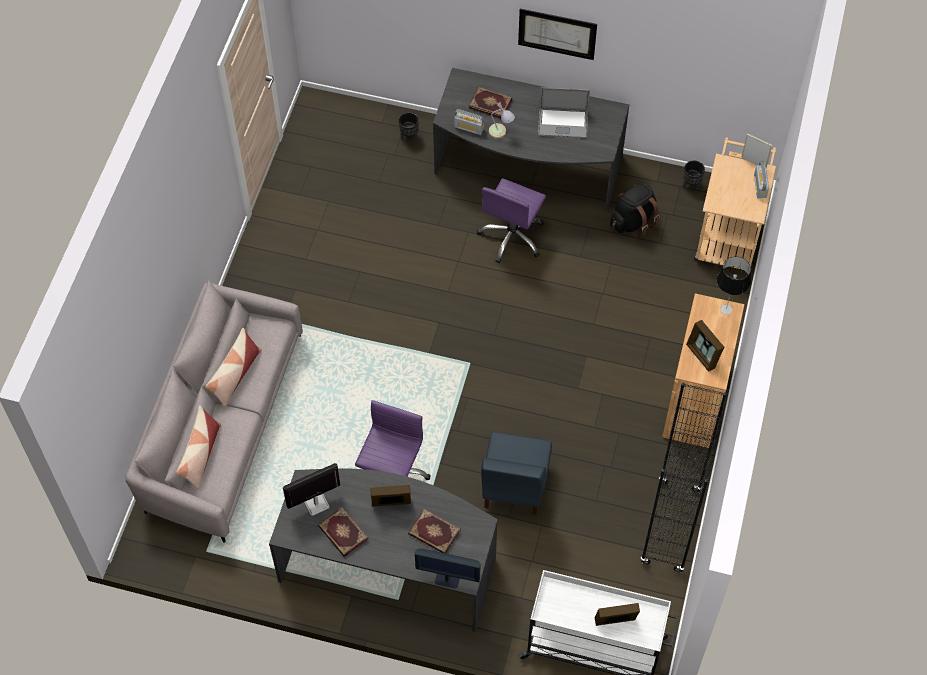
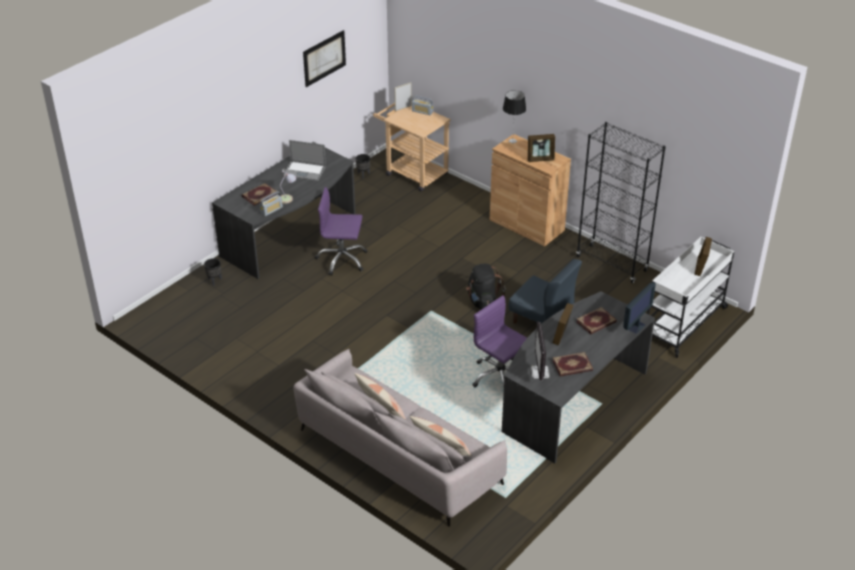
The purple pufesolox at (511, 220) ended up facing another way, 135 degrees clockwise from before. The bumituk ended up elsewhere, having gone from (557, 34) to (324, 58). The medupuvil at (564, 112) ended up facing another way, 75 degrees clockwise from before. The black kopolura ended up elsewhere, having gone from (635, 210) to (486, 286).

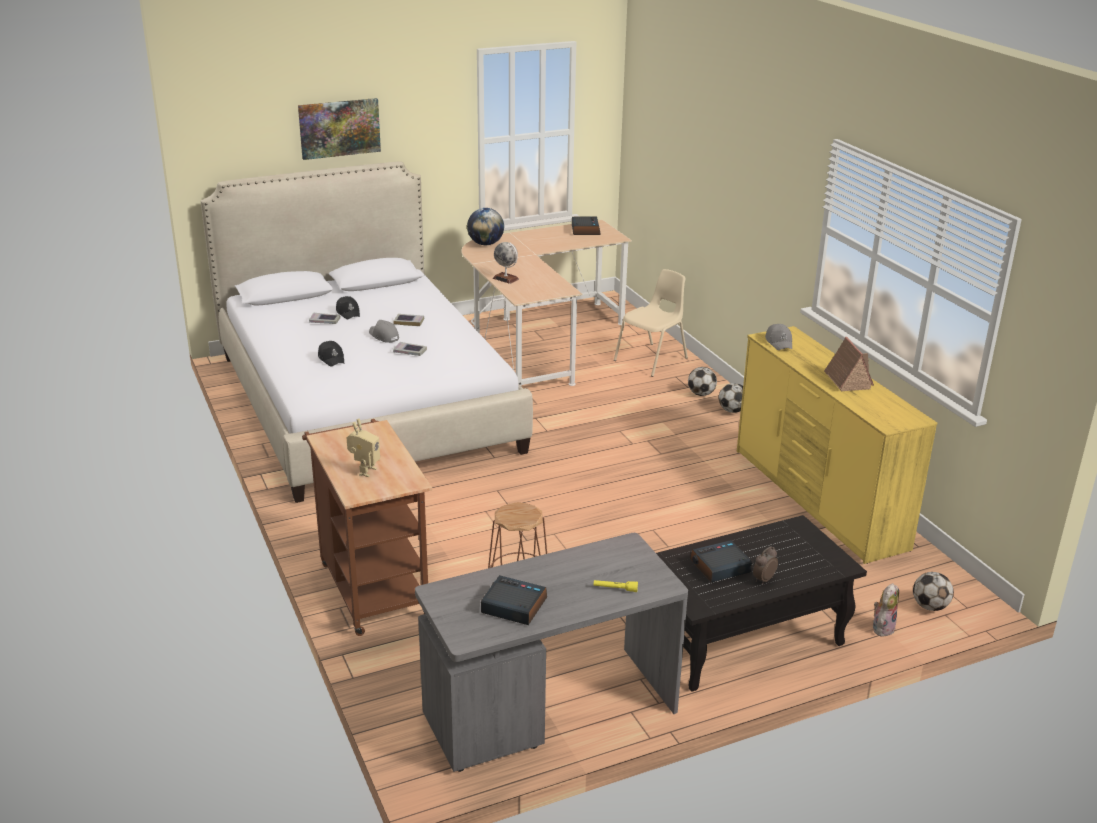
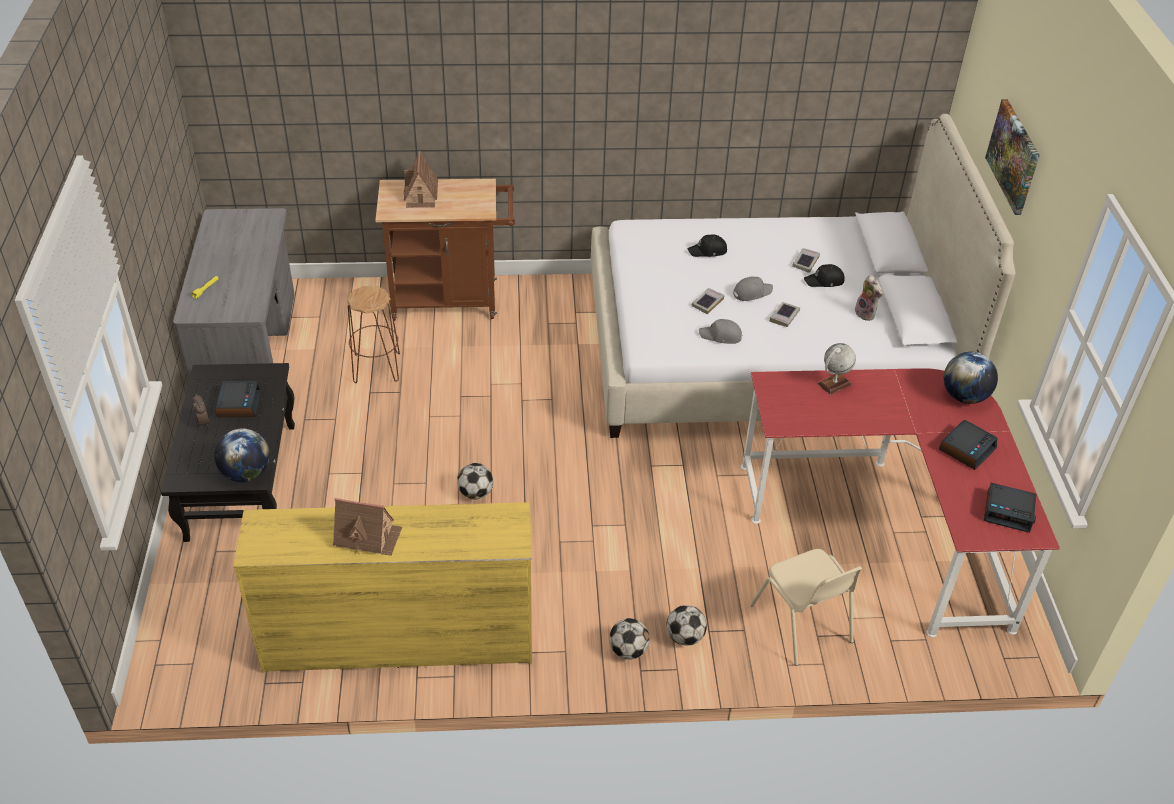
Where the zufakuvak stood at (363, 448), the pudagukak came to stand at (420, 179). What was the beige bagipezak at (547, 303) turned into the red bagipezak at (900, 502). The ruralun ended up elsewhere, having gone from (514, 600) to (968, 445). The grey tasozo ended up elsewhere, having gone from (778, 337) to (720, 331). The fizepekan ended up elsewhere, having gone from (885, 610) to (869, 298). The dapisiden ended up elsewhere, having gone from (933, 591) to (475, 481). The second view gained the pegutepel at (242, 455).

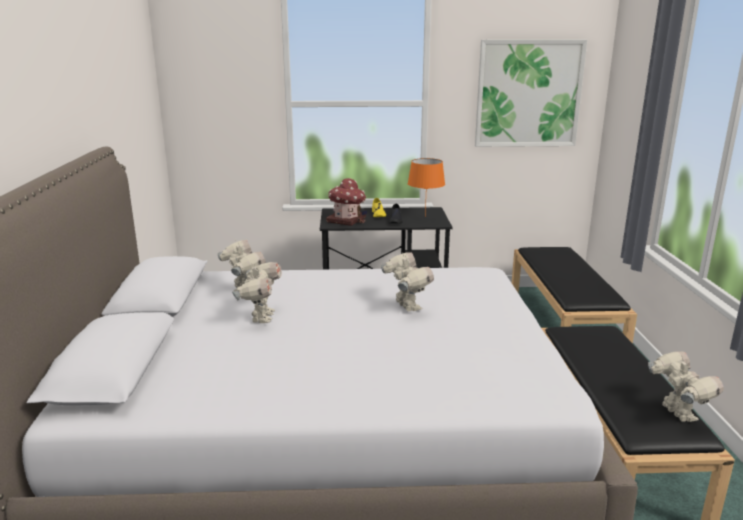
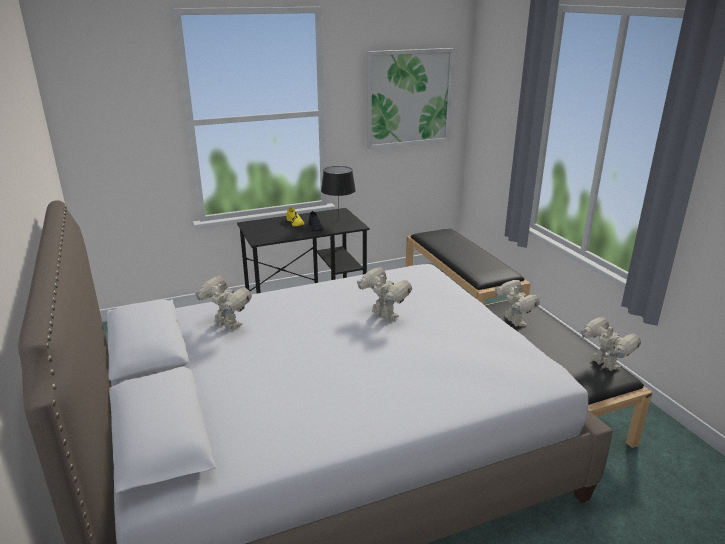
The zufakuvak ended up elsewhere, having gone from (257, 292) to (517, 303). The second view lost the pudagukak at (346, 202). What was the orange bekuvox at (426, 187) turned into the black bekuvox at (338, 188).

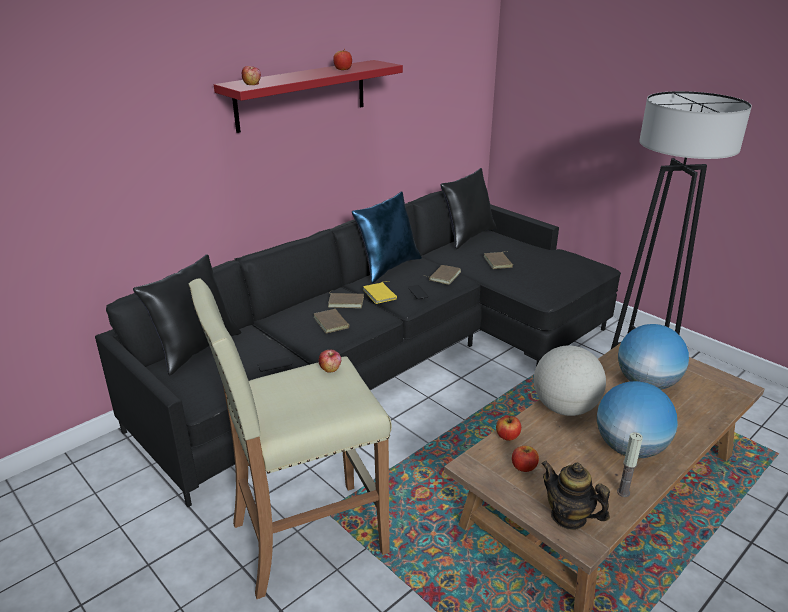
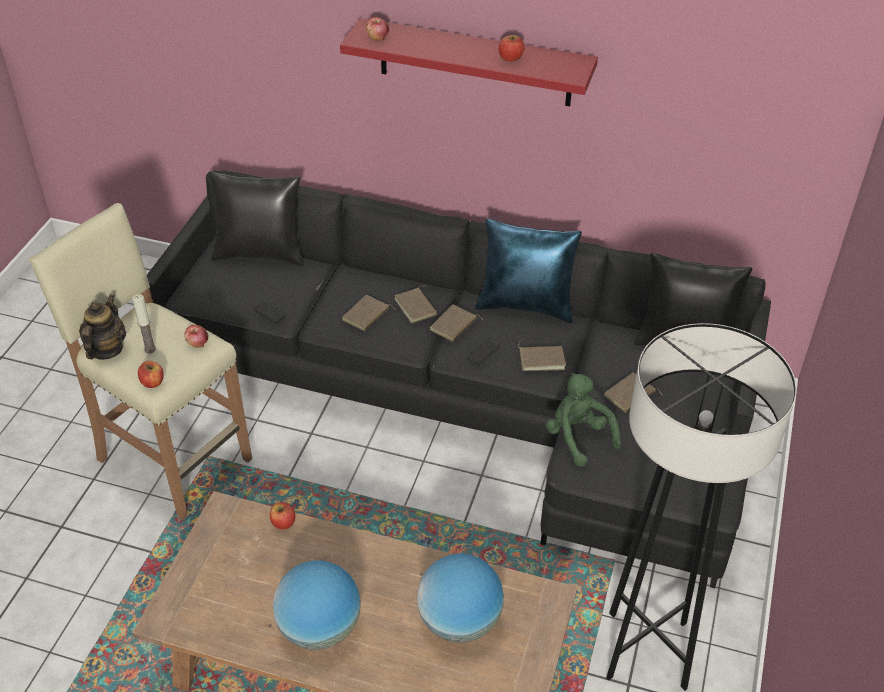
What was the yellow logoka at (380, 292) turned into the brown logoka at (456, 323). The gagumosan ended up elsewhere, having gone from (525, 459) to (151, 374). The second view lost the pegutepel at (570, 380). The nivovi ended up elsewhere, having gone from (575, 495) to (102, 327). The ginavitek ended up elsewhere, having gone from (630, 464) to (144, 323). The second view gained the green fizepekan at (583, 420).

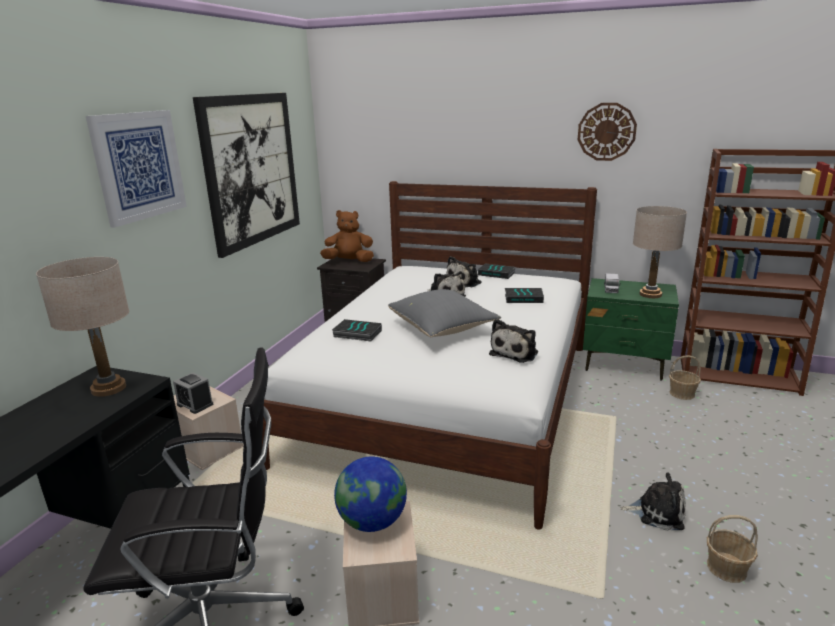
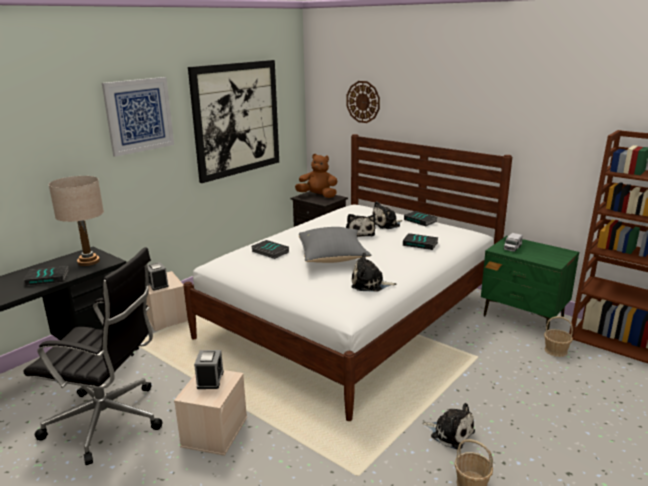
Where the pegutepel stood at (370, 494), the ruralun came to stand at (209, 369). The fizepekan at (513, 341) ended up facing another way, 45 degrees clockwise from before. The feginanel ended up elsewhere, having gone from (607, 132) to (363, 102). The second view lost the beige bekuvox at (660, 252). The second view gained the logoka at (46, 276).

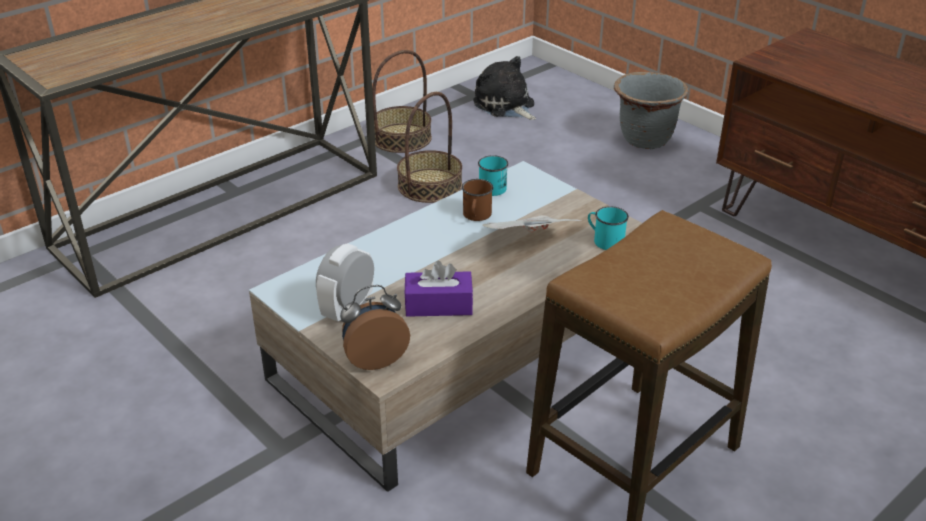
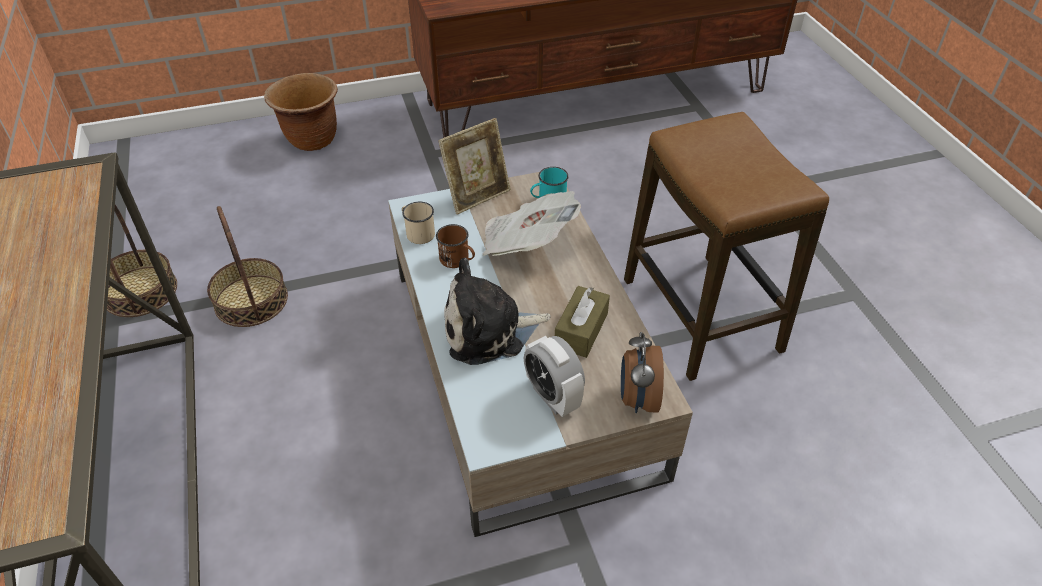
What was the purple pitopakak at (438, 289) turned into the brown pitopakak at (582, 322). The fizepekan ended up elsewhere, having gone from (504, 88) to (497, 311). What was the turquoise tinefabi at (493, 175) turned into the beige tinefabi at (418, 223). What was the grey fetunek at (651, 110) turned into the brown fetunek at (301, 112). The second view gained the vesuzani at (474, 166).

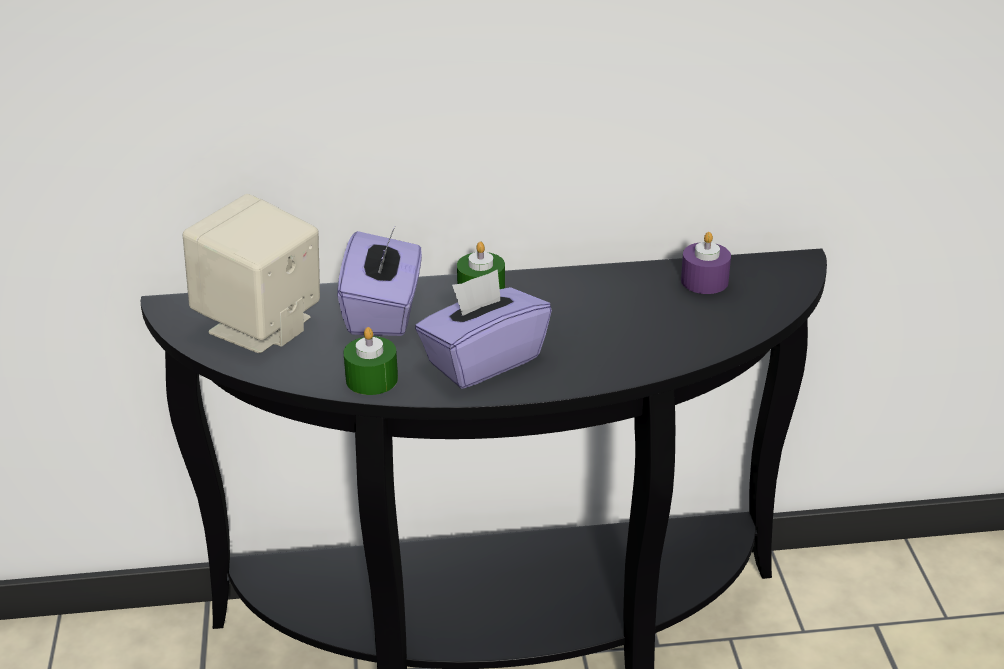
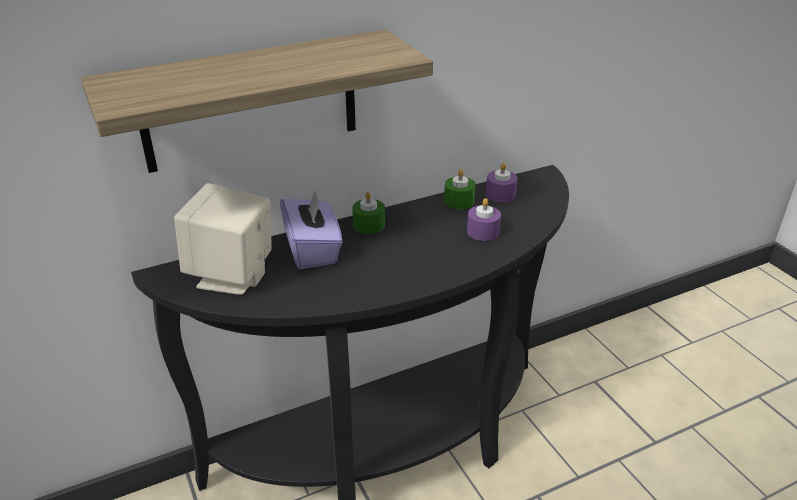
The green ginavitek ended up elsewhere, having gone from (370, 361) to (460, 189). The second view lost the purple pitopakak at (483, 329). The second view gained the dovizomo at (257, 101). The second view gained the purple ginavitek at (484, 219).

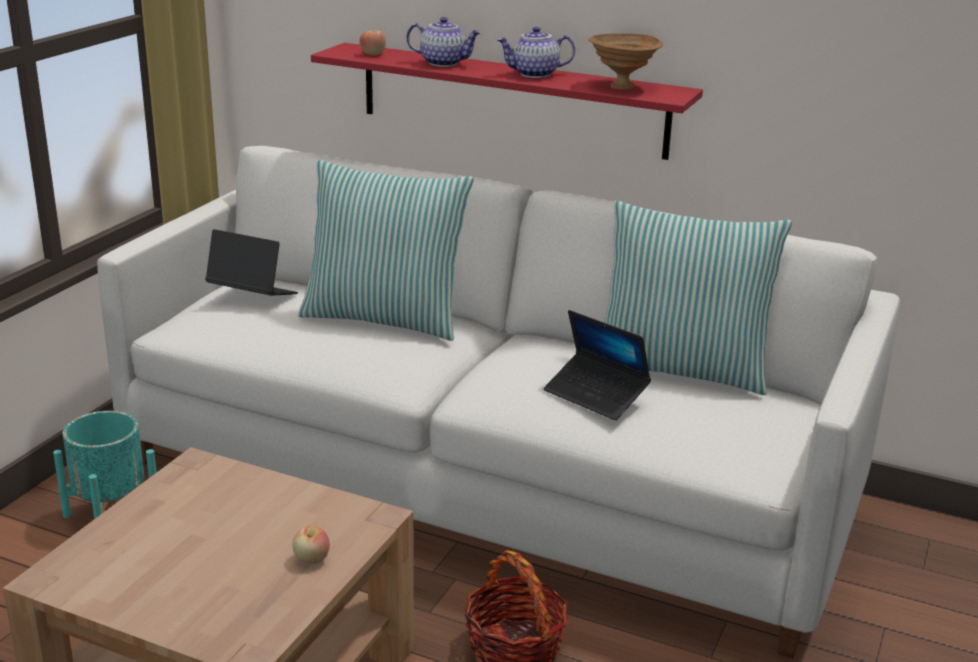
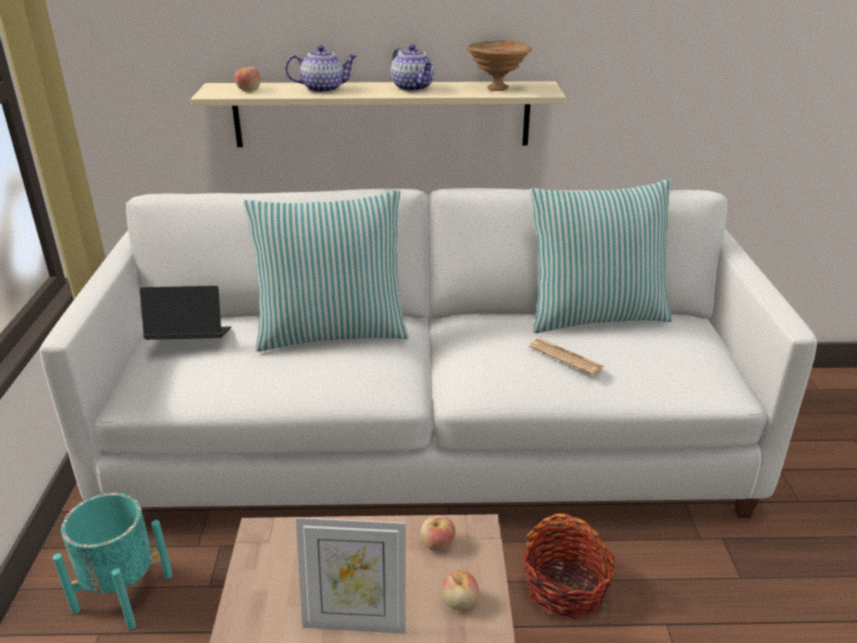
What was the red dovizomo at (507, 101) turned into the beige dovizomo at (378, 114). The nivovi at (536, 52) ended up facing another way, 90 degrees counterclockwise from before. Where the medupuvil stood at (597, 365), the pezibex came to stand at (567, 356). The second view gained the vesuzani at (351, 575). The second view gained the gagumosan at (438, 533).

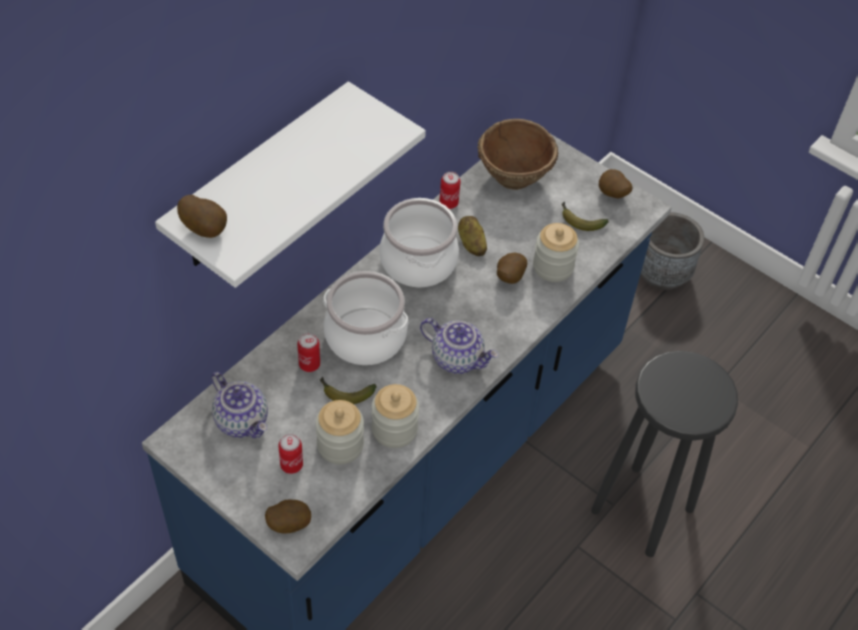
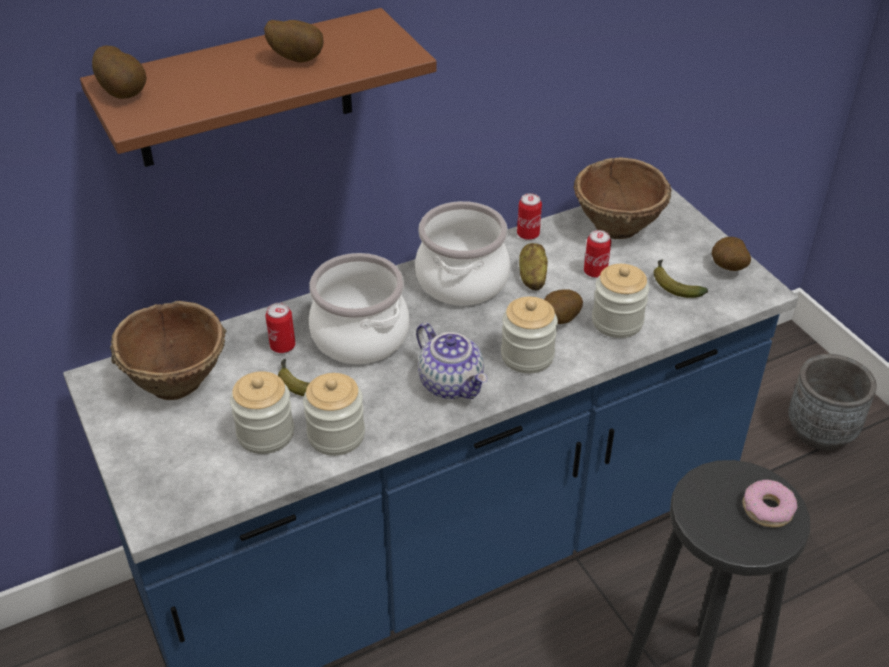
What was the white dovizomo at (290, 184) turned into the brown dovizomo at (258, 87). Where the nivovi stood at (239, 405), the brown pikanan came to stand at (168, 350). The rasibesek ended up elsewhere, having gone from (288, 516) to (294, 41). The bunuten ended up elsewhere, having gone from (290, 454) to (597, 254). The second view gained the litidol at (529, 335). The second view gained the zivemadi at (770, 503).

